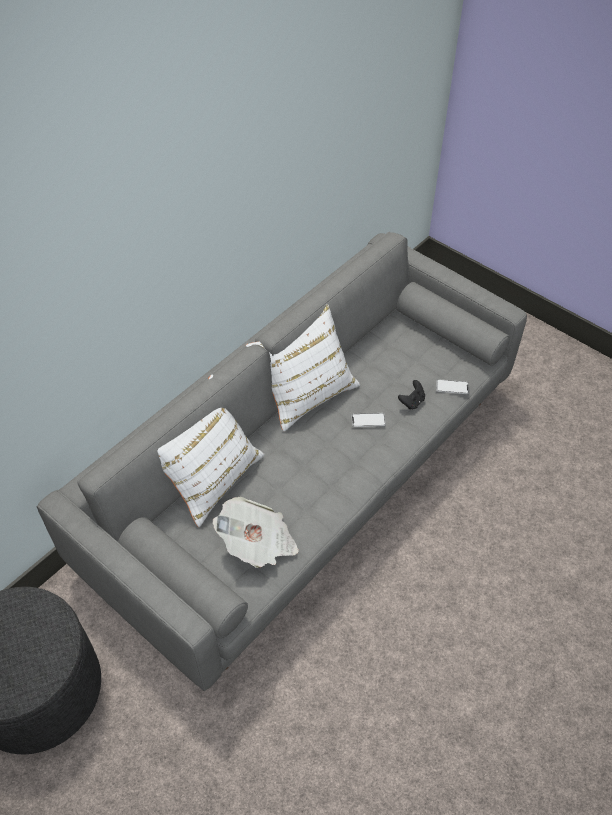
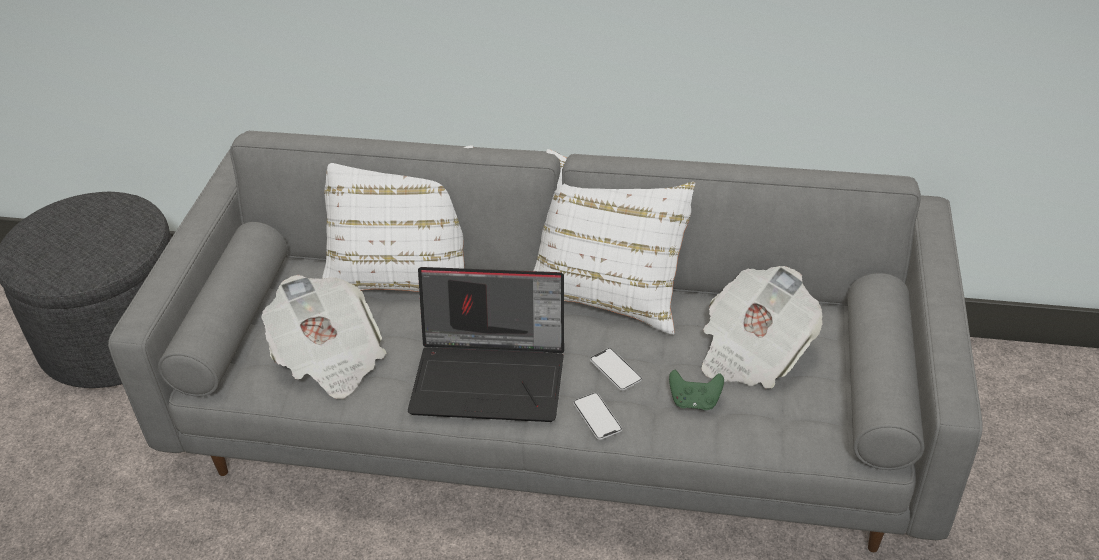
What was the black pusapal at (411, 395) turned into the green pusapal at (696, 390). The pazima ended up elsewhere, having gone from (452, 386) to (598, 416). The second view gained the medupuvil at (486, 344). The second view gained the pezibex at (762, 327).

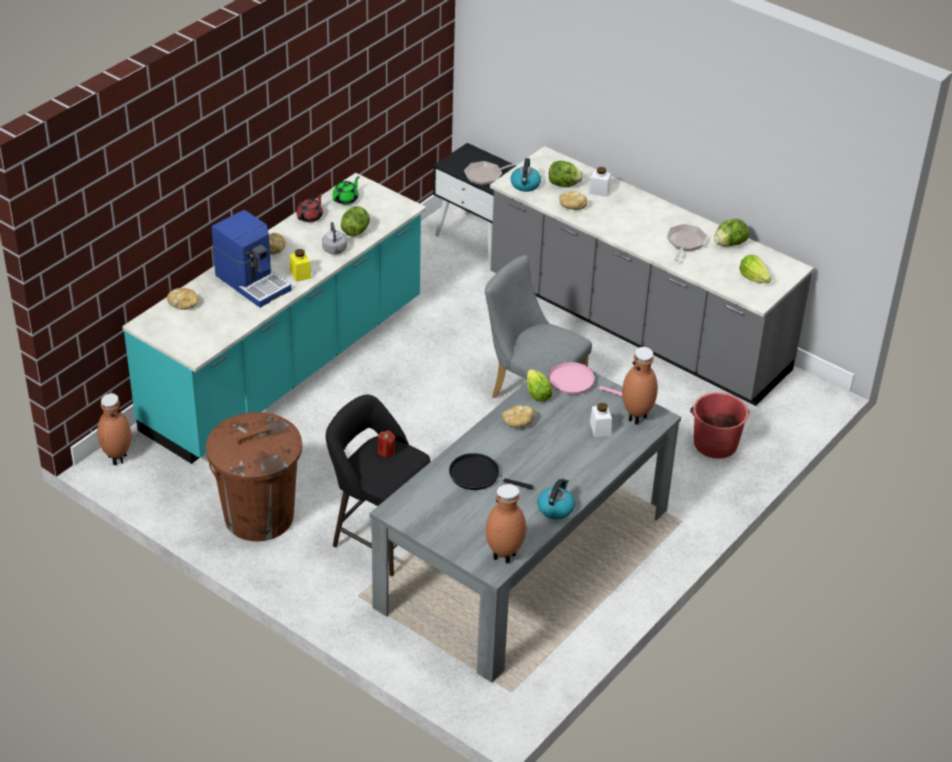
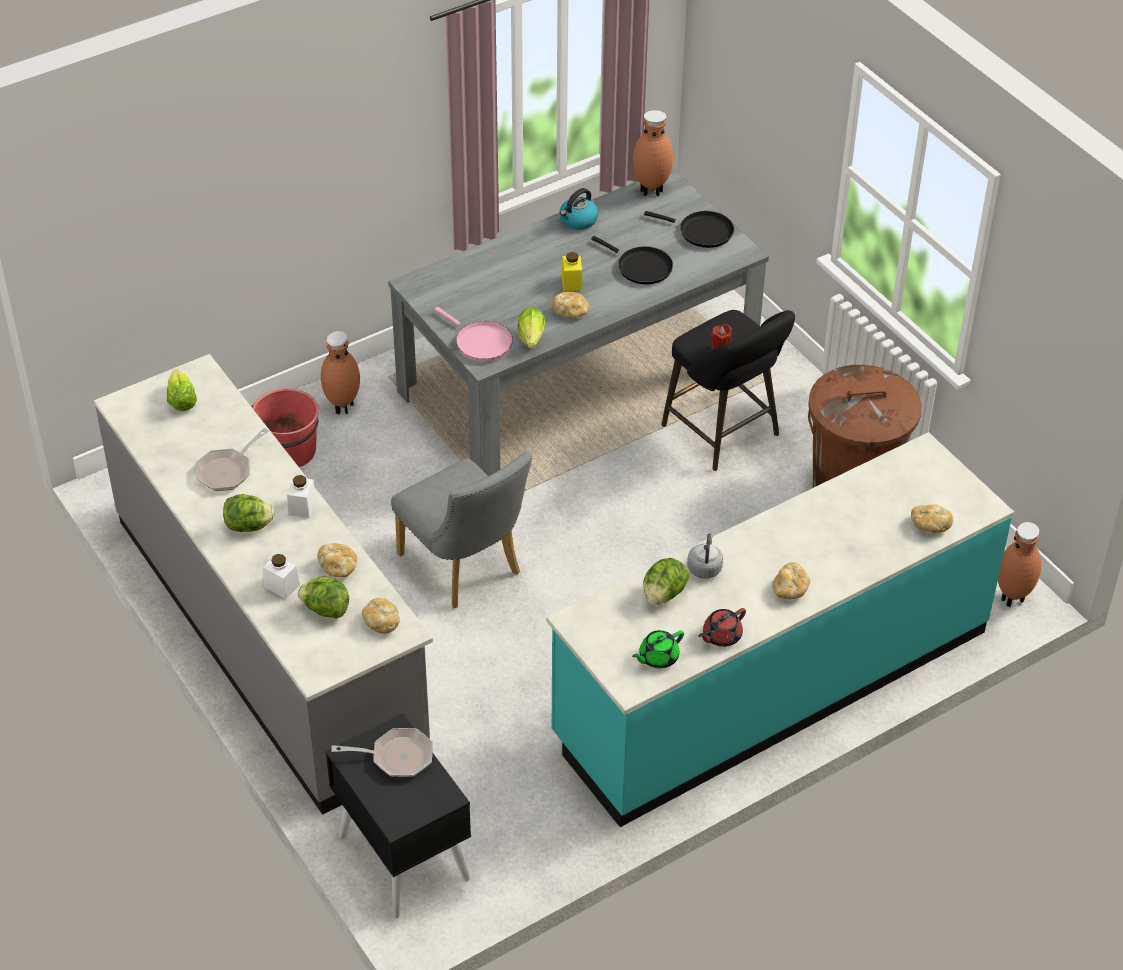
The second view lost the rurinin at (252, 259). The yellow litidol ended up elsewhere, having gone from (300, 265) to (572, 271). Where the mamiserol stood at (526, 175), the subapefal came to stand at (381, 616). The white litidol ended up elsewhere, having gone from (601, 420) to (301, 496). The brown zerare ended up elsewhere, having gone from (640, 385) to (340, 373). The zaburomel ended up elsewhere, having gone from (731, 233) to (249, 513). The second view gained the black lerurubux at (689, 229).

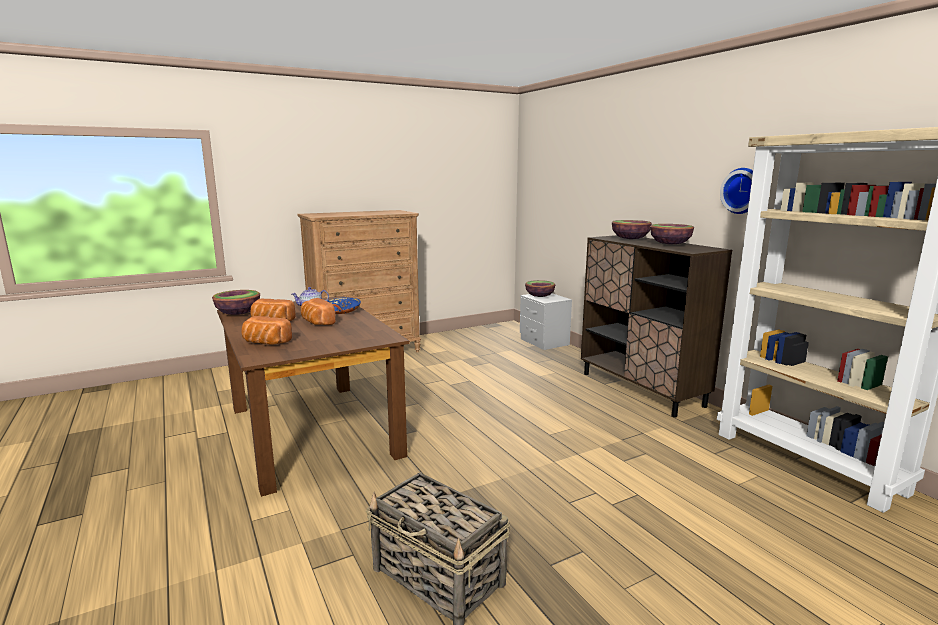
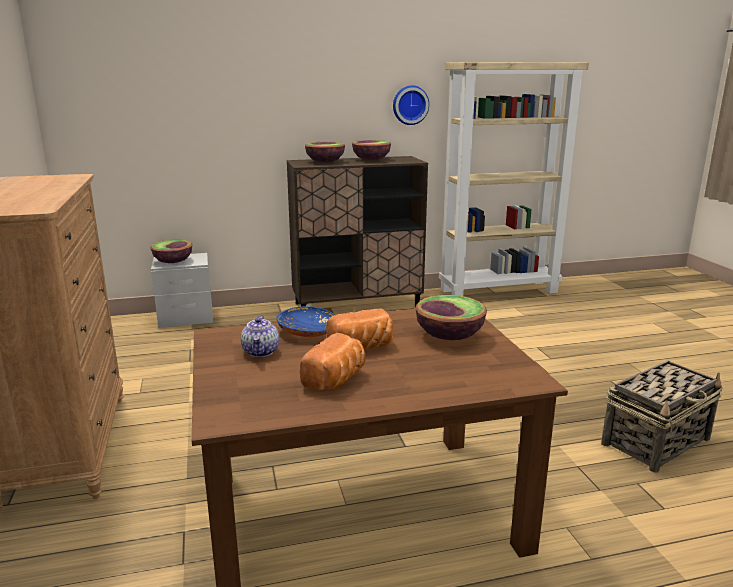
The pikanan ended up elsewhere, having gone from (236, 302) to (451, 317). The second view lost the subapefal at (267, 330).

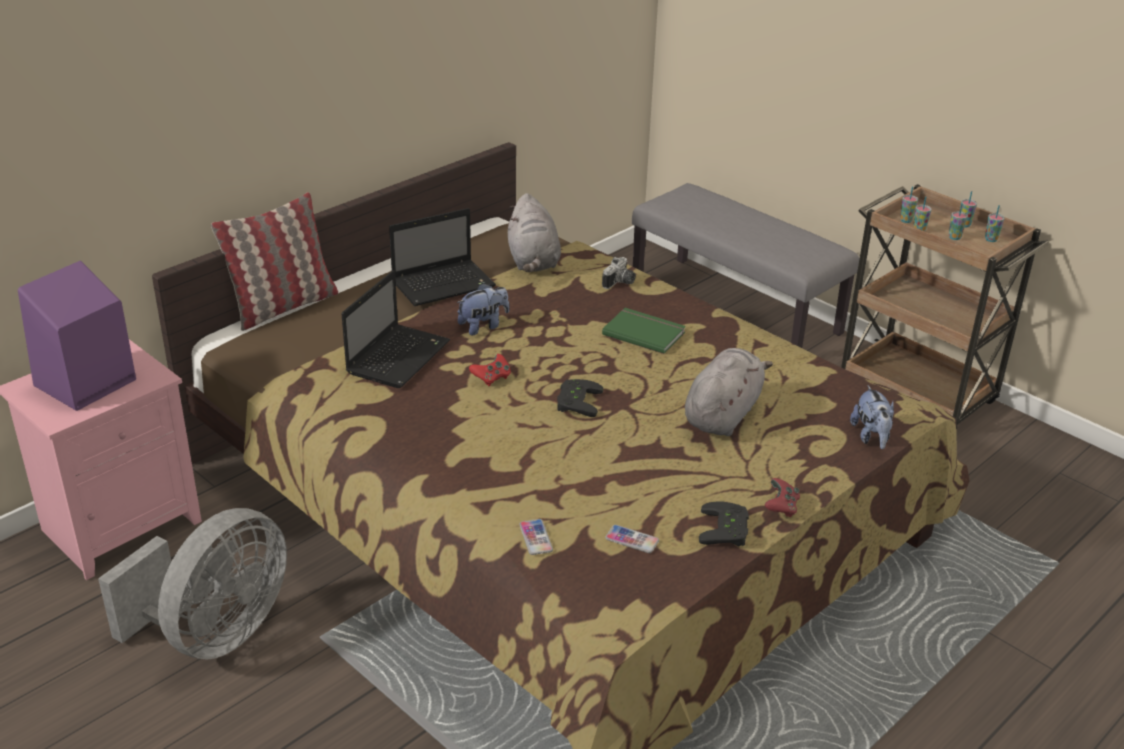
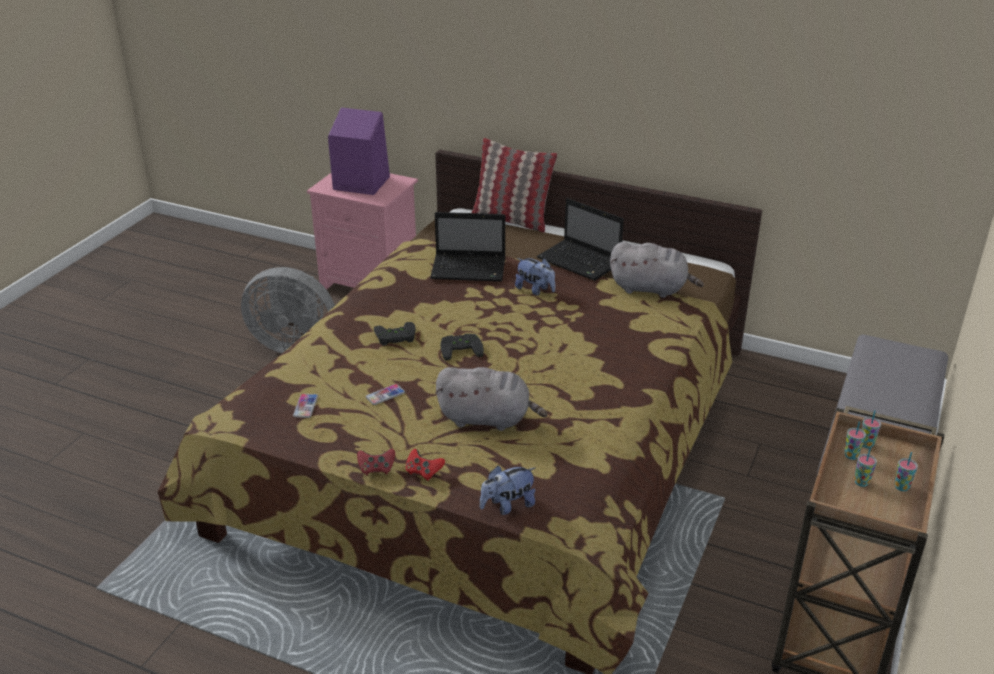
The red pusapal ended up elsewhere, having gone from (490, 370) to (425, 465). The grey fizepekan at (534, 232) ended up facing another way, 135 degrees counterclockwise from before. The pazima ended up elsewhere, having gone from (536, 537) to (385, 394). The second view lost the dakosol at (619, 273). The second view lost the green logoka at (644, 331). The black pusapal ended up elsewhere, having gone from (724, 523) to (395, 334). The second view lost the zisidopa at (995, 223).

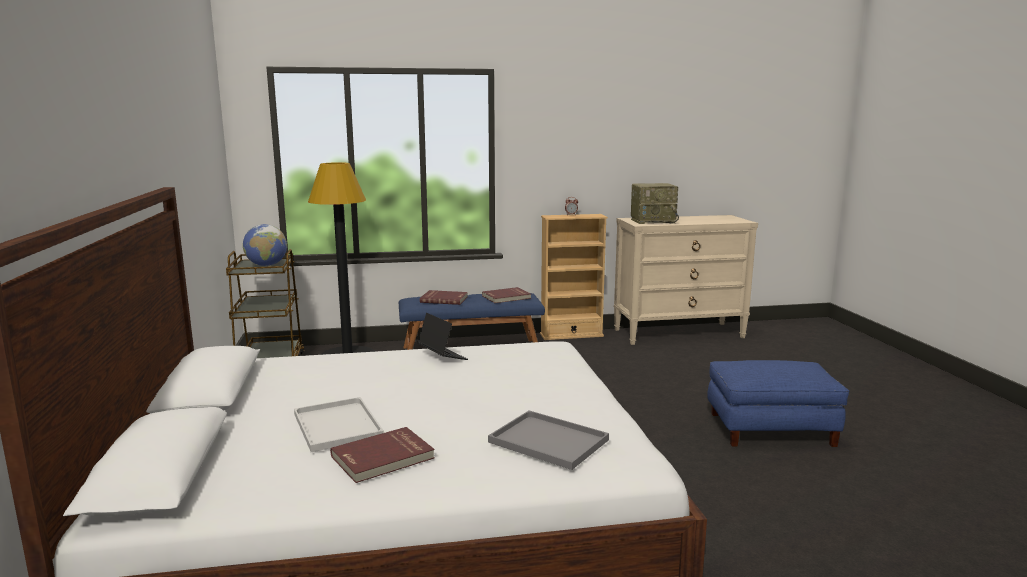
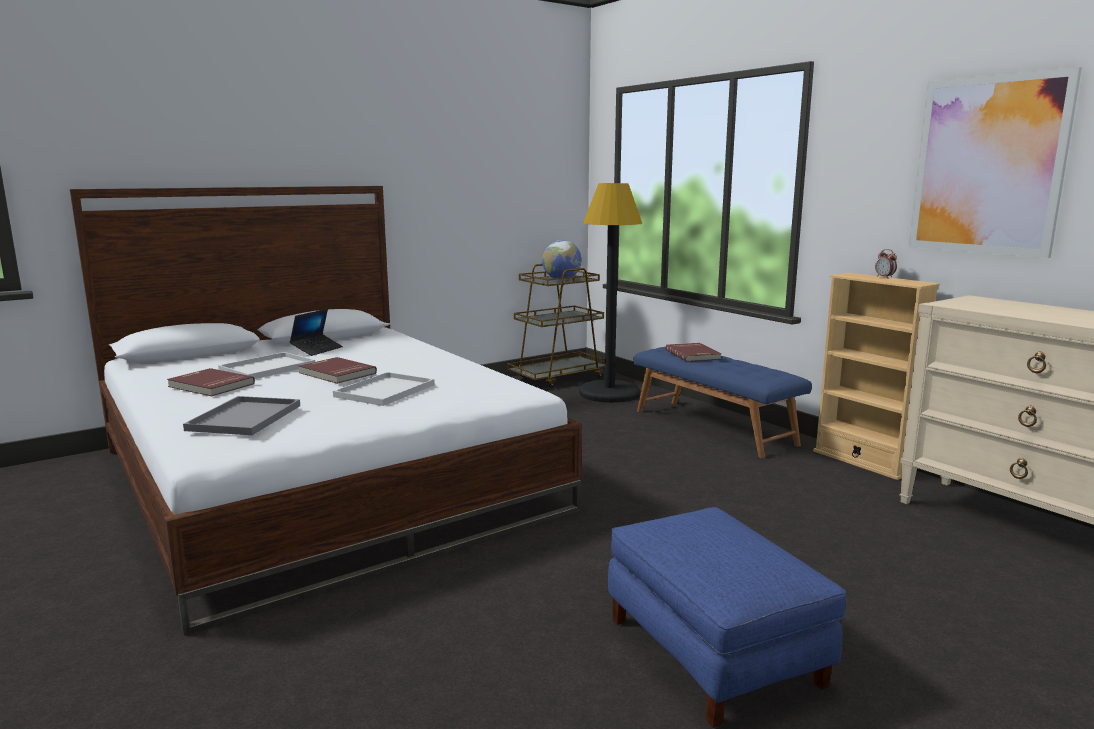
The medupuvil ended up elsewhere, having gone from (442, 336) to (316, 332). The red logoka ended up elsewhere, having gone from (506, 295) to (338, 370). The second view lost the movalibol at (655, 203). The second view gained the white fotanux at (384, 389). The second view gained the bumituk at (995, 162).

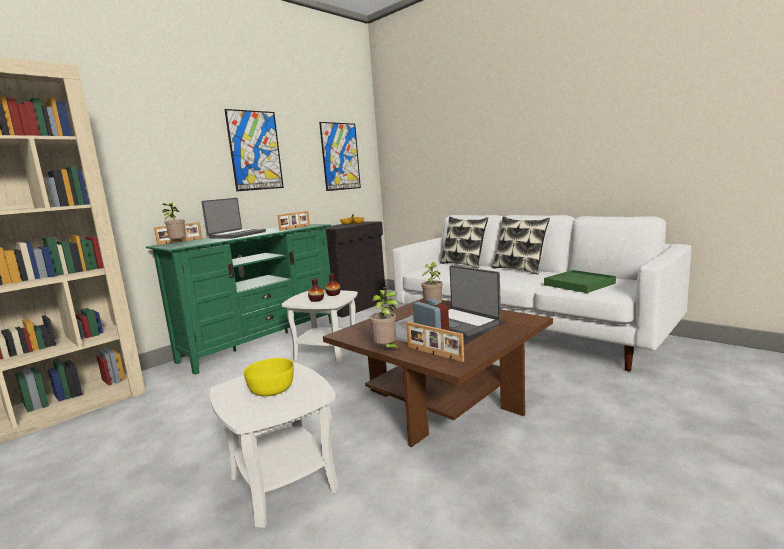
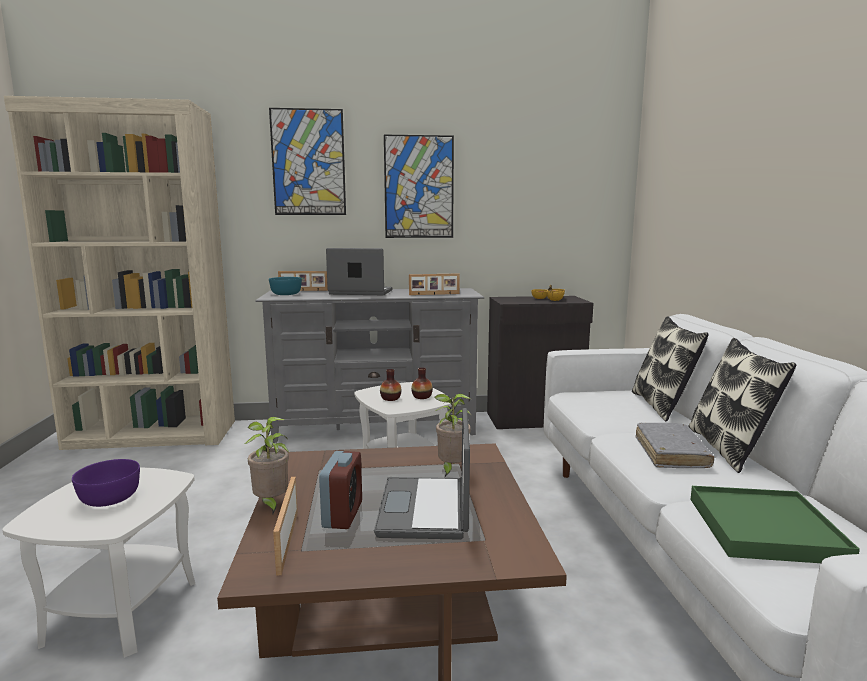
What was the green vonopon at (238, 299) turned into the grey vonopon at (369, 365). Where the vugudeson stood at (174, 222), the turquoise pikanan came to stand at (285, 286). The medupuvil at (234, 218) ended up facing another way, 150 degrees counterclockwise from before. What was the yellow pikanan at (269, 377) turned into the purple pikanan at (106, 483). The bumituk ended up elsewhere, having gone from (340, 156) to (307, 161). The second view gained the grey logoka at (675, 445).

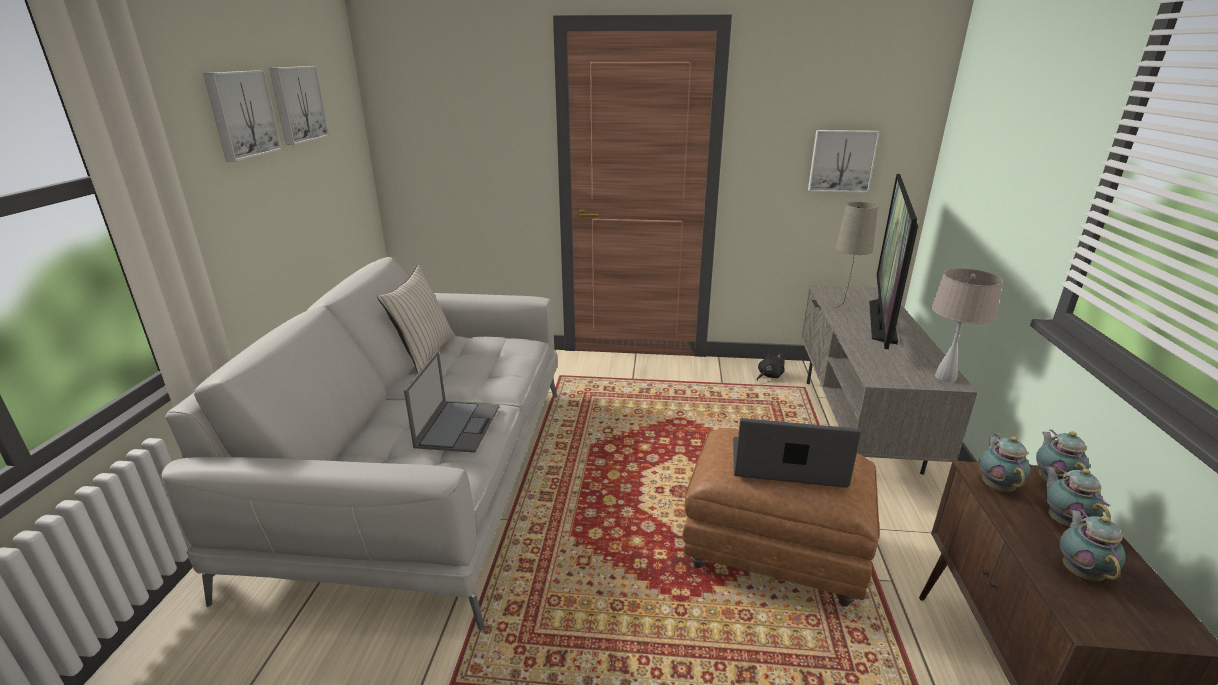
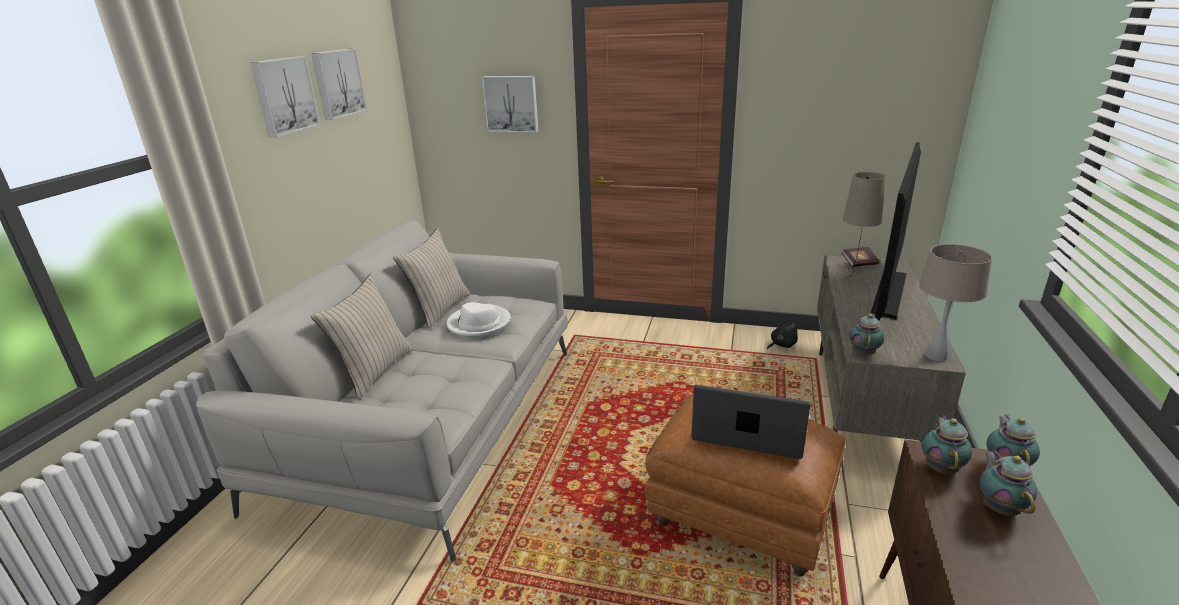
The second view lost the medupuvil at (451, 402). The bumituk ended up elsewhere, having gone from (844, 161) to (510, 104). The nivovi ended up elsewhere, having gone from (1093, 545) to (866, 335). The second view gained the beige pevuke at (362, 336). The second view gained the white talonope at (478, 320). The second view gained the logoka at (860, 257).

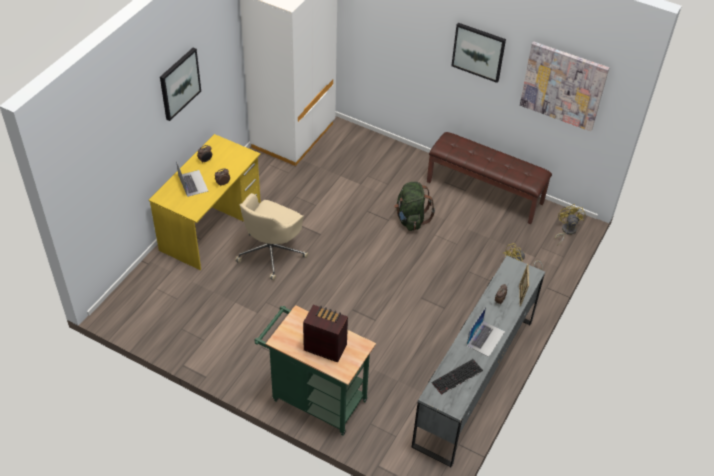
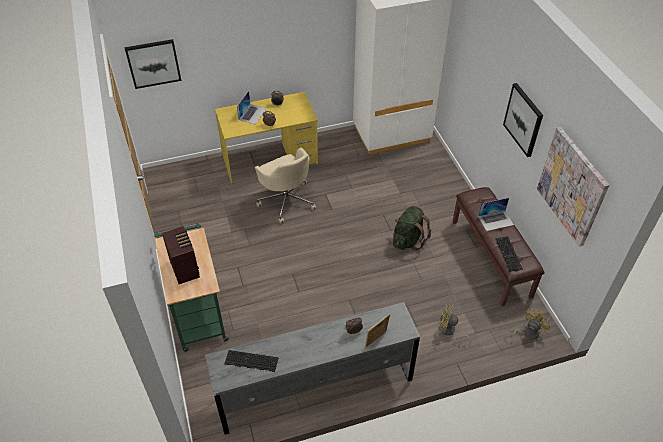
The bumituk ended up elsewhere, having gone from (180, 84) to (153, 64). The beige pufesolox at (271, 236) ended up facing another way, 105 degrees counterclockwise from before. The medupuvil ended up elsewhere, having gone from (486, 332) to (496, 214). The second view gained the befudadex at (509, 254).

